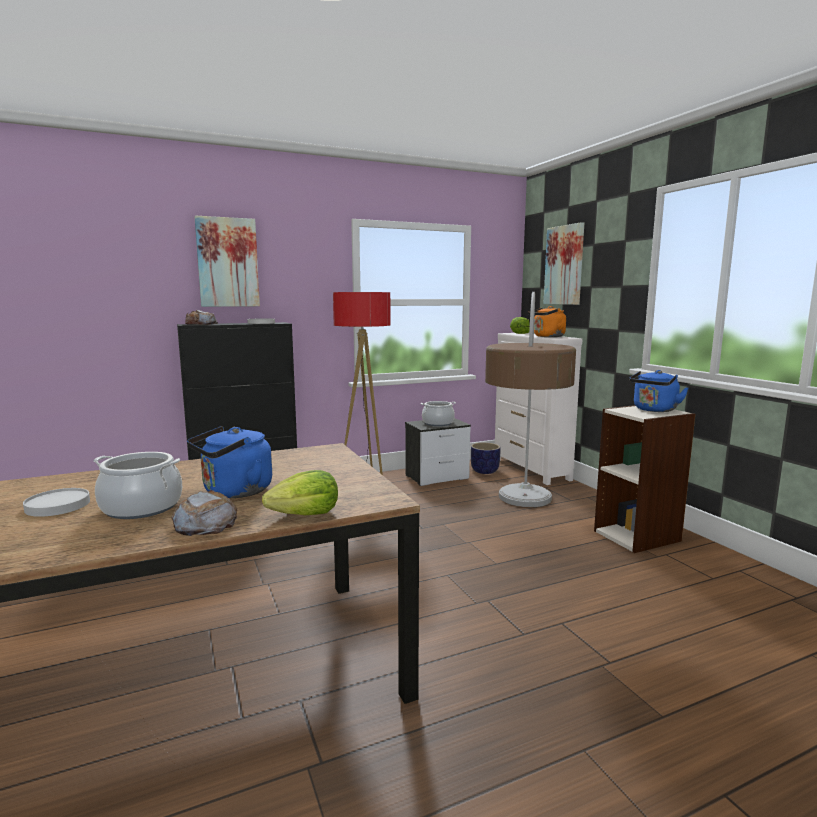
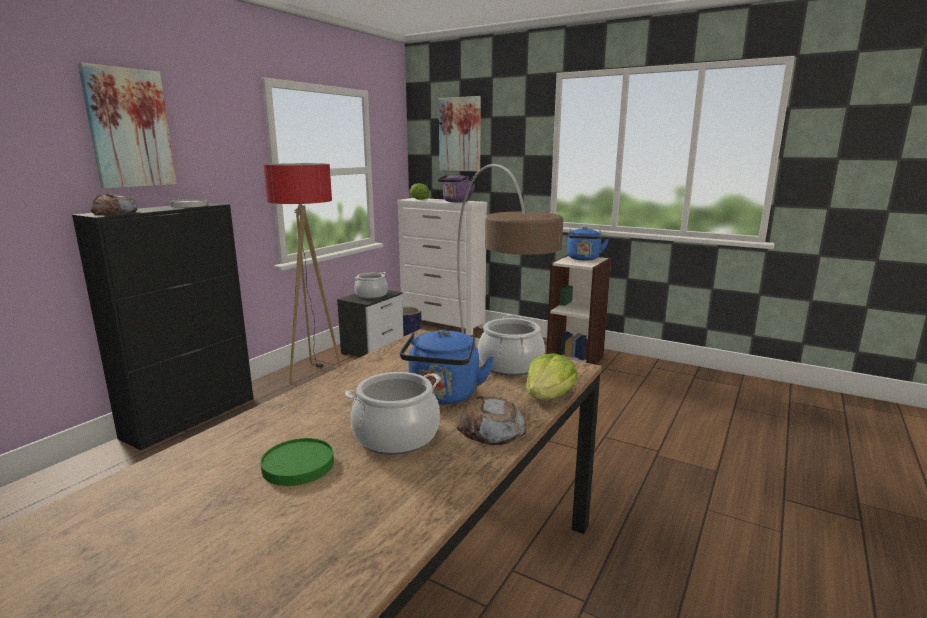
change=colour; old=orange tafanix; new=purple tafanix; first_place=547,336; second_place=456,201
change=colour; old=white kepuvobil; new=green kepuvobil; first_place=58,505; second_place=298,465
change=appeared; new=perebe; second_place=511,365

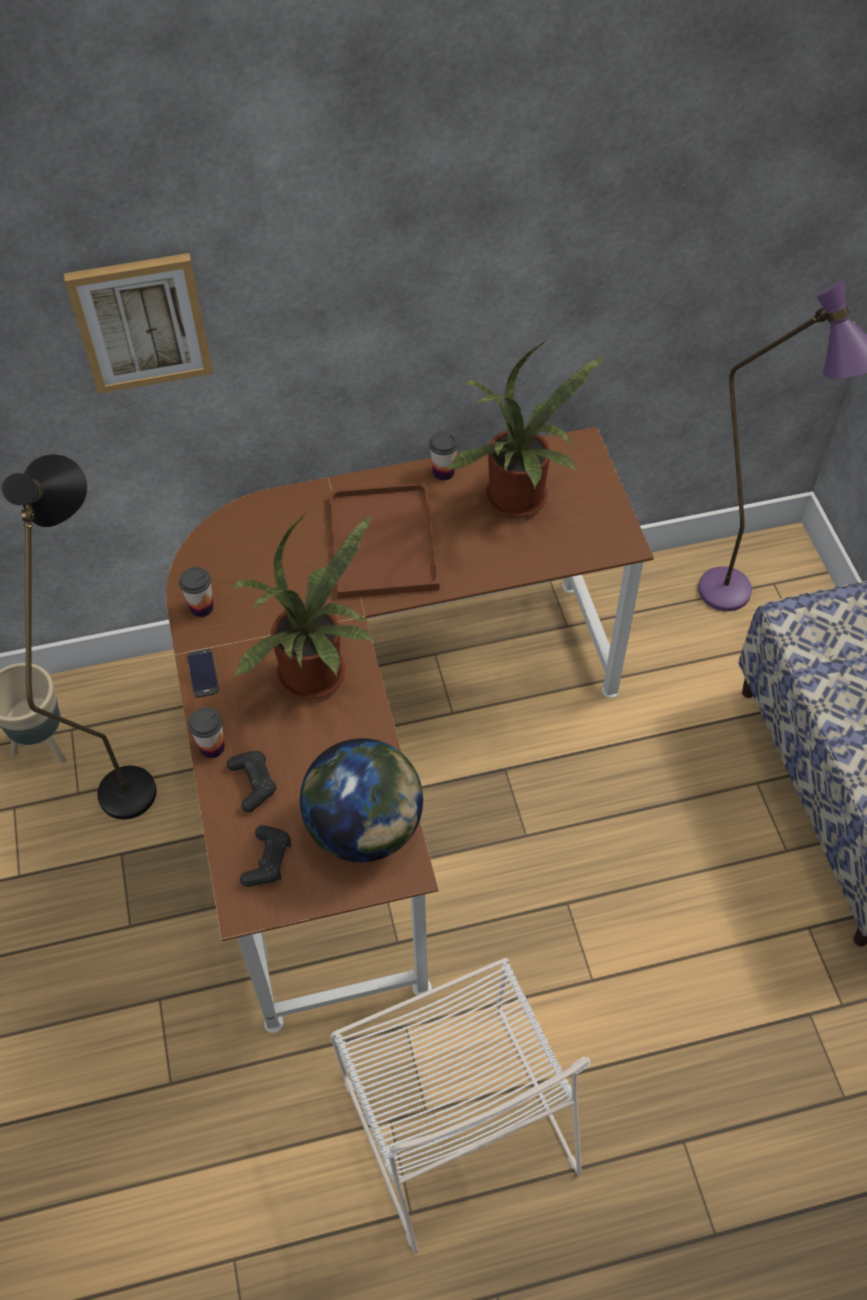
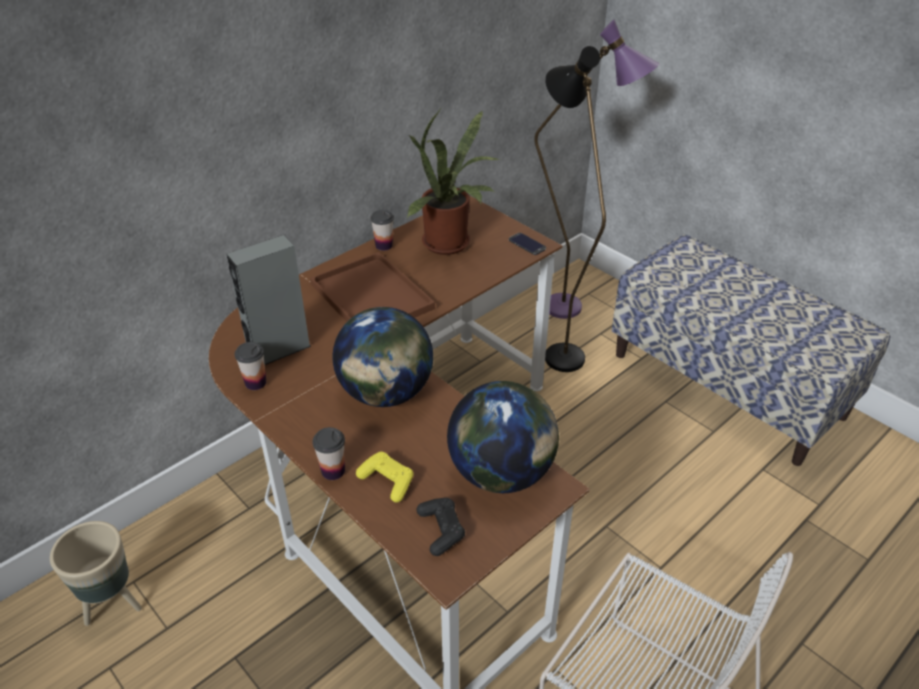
change=missing; old=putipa; first_place=141,322
change=relocated; old=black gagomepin; first_place=132,774; second_place=557,349
change=exchanged; old=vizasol; new=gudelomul; first_place=317,679; second_place=386,393
change=relocated; old=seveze; first_place=203,673; second_place=527,244
change=colour; old=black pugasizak; new=yellow pugasizak; first_place=253,783; second_place=387,481
change=appeared; new=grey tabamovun; second_place=279,350

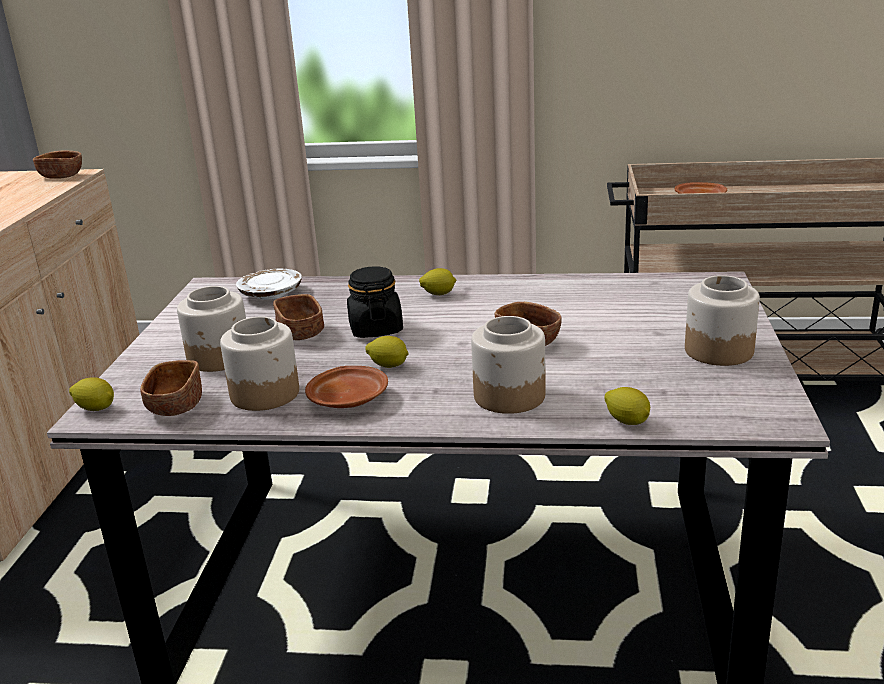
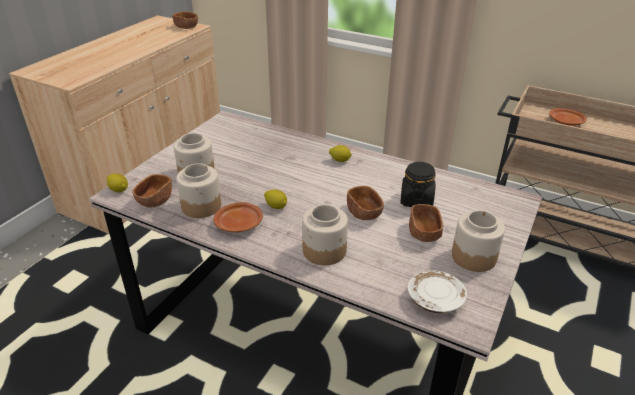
change=relocated; old=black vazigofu; first_place=375,329; second_place=416,200
change=relocated; old=white kepuvobil; first_place=270,294; second_place=435,299
change=relocated; old=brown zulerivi; first_place=300,333; second_place=424,233
change=missing; old=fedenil; first_place=627,421

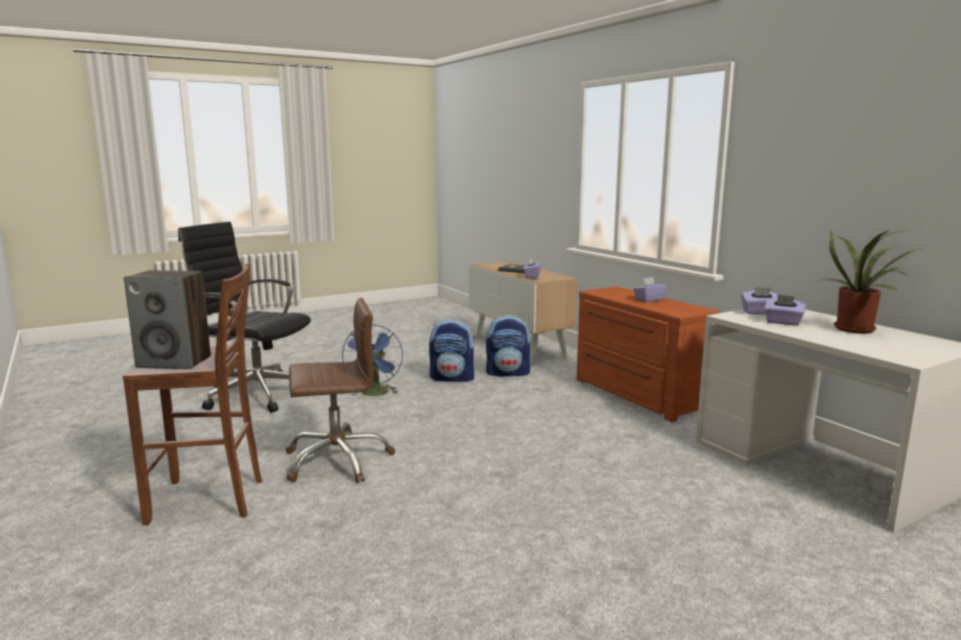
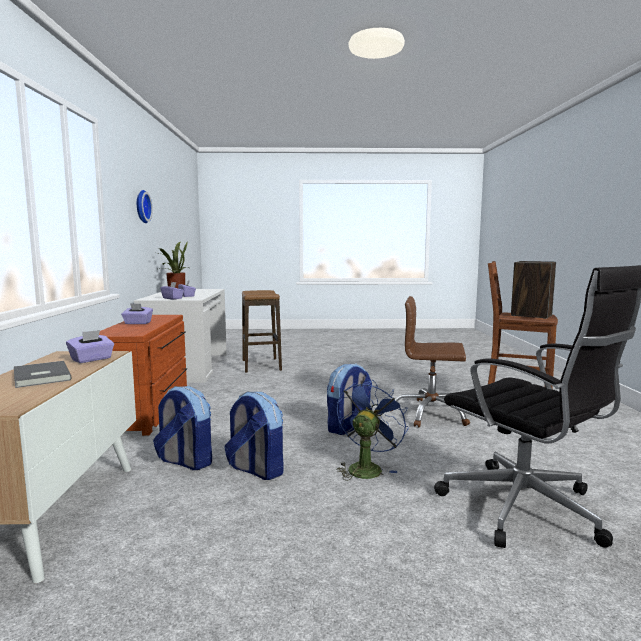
change=appeared; new=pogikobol; second_place=141,206
change=appeared; new=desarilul; second_place=261,365
change=appeared; new=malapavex; second_place=348,428

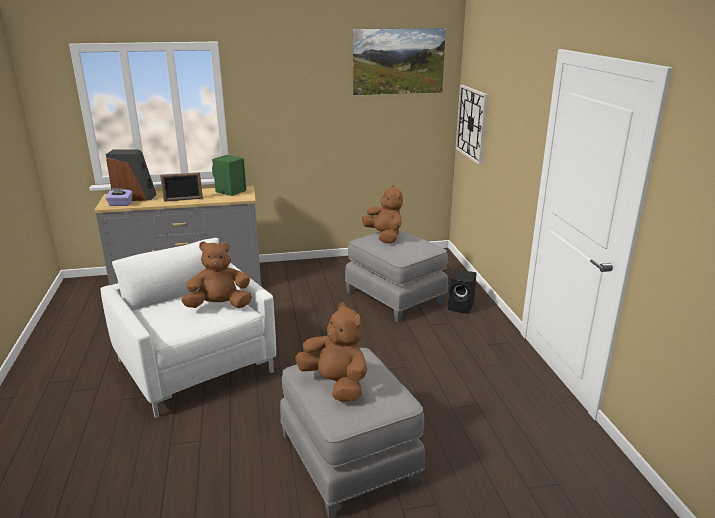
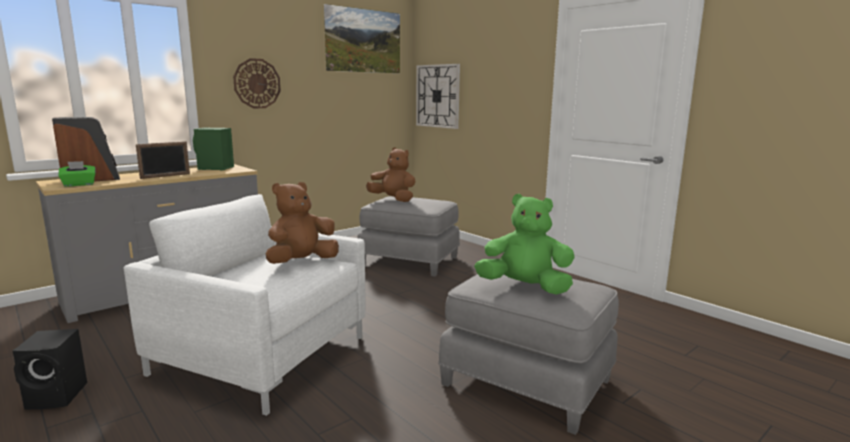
change=colour; old=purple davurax; new=green davurax; first_place=120,204; second_place=79,184
change=relocated; old=black tabamovun; first_place=462,307; second_place=59,396
change=colour; old=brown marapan; new=green marapan; first_place=336,384; second_place=525,287
change=appeared; new=pogikobol; second_place=257,83

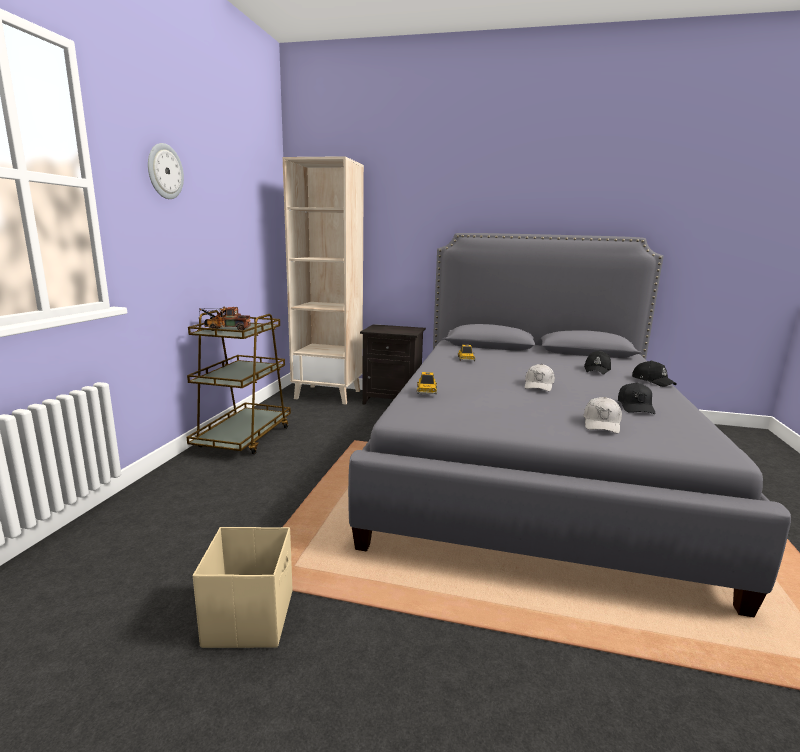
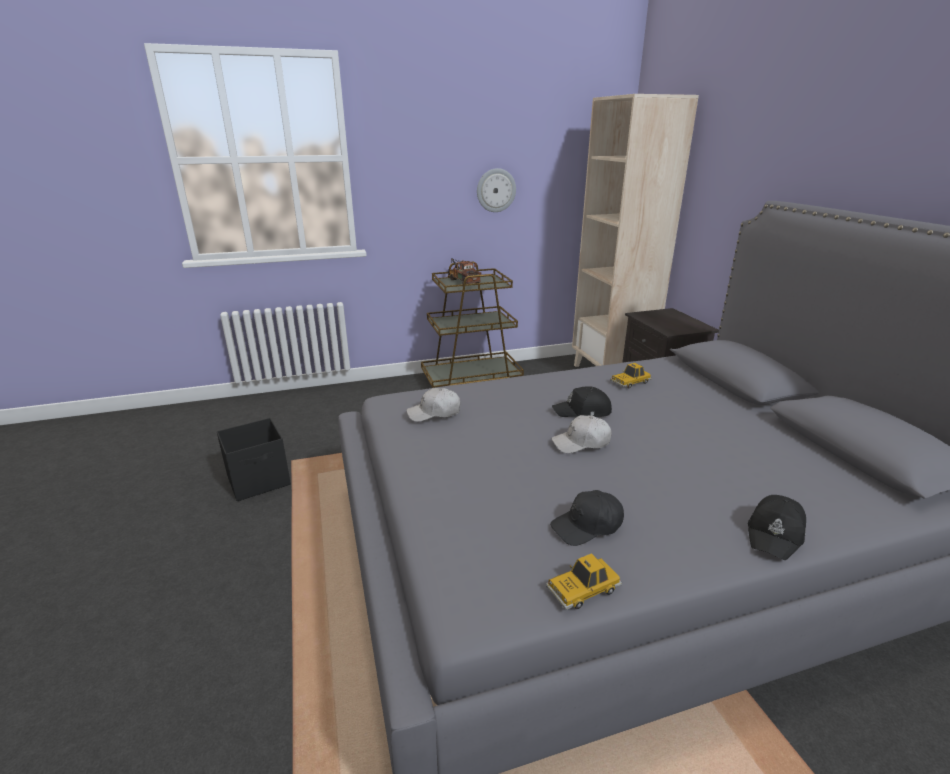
change=relocated; old=pogikobol; first_place=164,171; second_place=496,190
change=relocated; old=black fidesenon; first_place=597,369; second_place=583,411
change=relocated; old=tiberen; first_place=426,391; second_place=583,589
change=relocated; old=white fidesenon; first_place=602,424; second_place=434,413
change=colour; old=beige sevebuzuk; new=black sevebuzuk; first_place=251,617; second_place=260,481

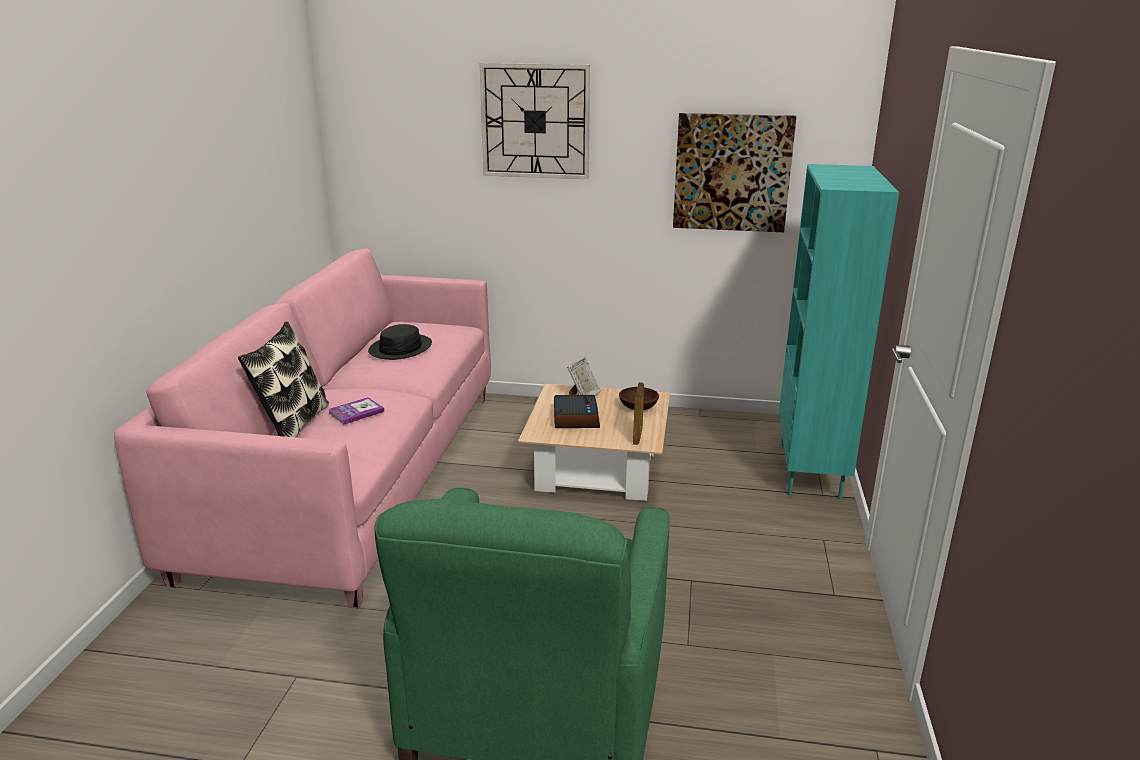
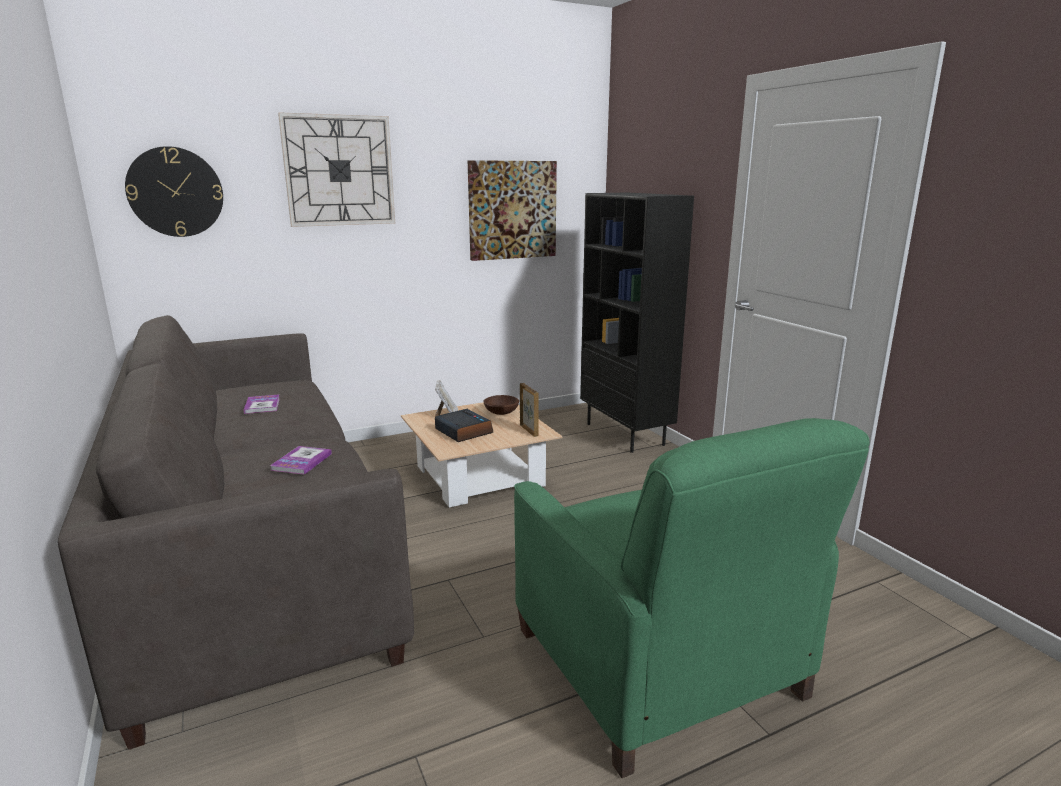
change=colour; old=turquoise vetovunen; new=black vetovunen; first_place=811,471; second_place=626,434
change=colour; old=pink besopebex; new=grey besopebex; first_place=356,475; second_place=253,551
change=missing; old=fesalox; first_place=292,425
change=exchanged; old=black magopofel; new=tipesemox; first_place=401,348; second_place=262,405
change=appeared; new=pogikobol; second_place=175,192

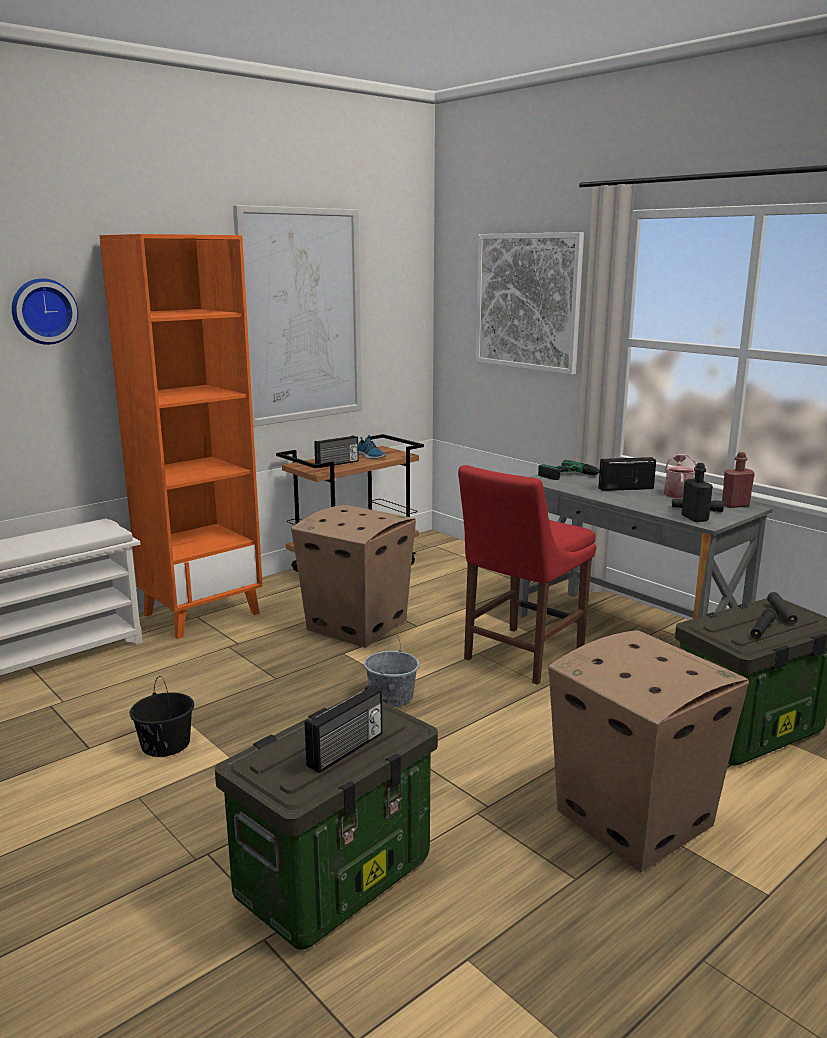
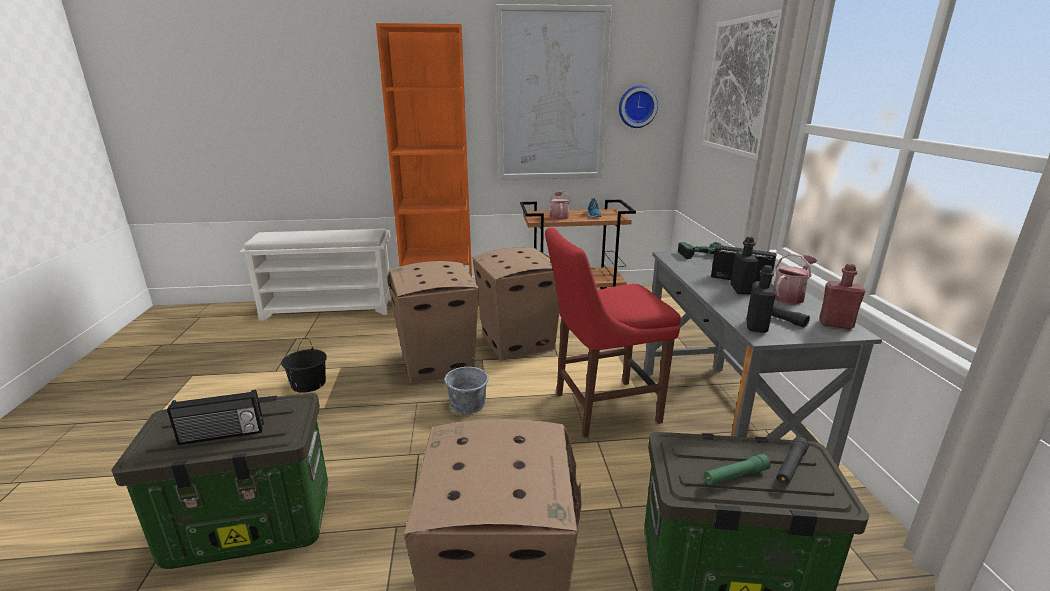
change=relocated; old=pogikobol; first_place=43,311; second_place=637,106
change=exchanged; old=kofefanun; new=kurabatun; first_place=337,464; second_place=559,216
change=colour; old=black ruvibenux; new=green ruvibenux; first_place=762,629; second_place=735,476
change=appeared; new=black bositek; second_place=741,290
change=appeared; new=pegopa; second_place=437,363

